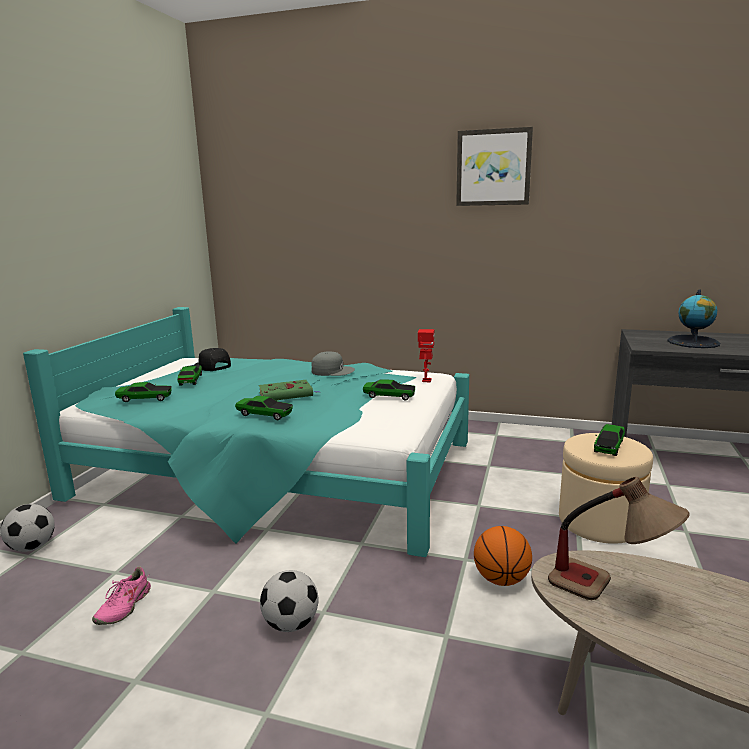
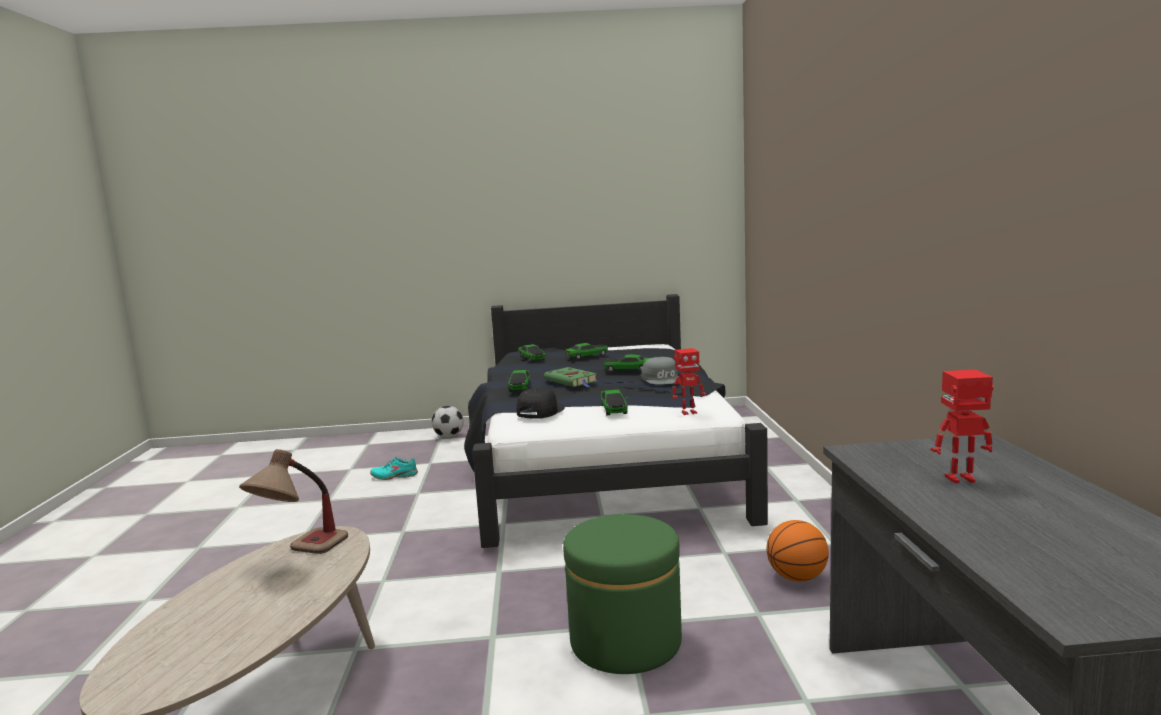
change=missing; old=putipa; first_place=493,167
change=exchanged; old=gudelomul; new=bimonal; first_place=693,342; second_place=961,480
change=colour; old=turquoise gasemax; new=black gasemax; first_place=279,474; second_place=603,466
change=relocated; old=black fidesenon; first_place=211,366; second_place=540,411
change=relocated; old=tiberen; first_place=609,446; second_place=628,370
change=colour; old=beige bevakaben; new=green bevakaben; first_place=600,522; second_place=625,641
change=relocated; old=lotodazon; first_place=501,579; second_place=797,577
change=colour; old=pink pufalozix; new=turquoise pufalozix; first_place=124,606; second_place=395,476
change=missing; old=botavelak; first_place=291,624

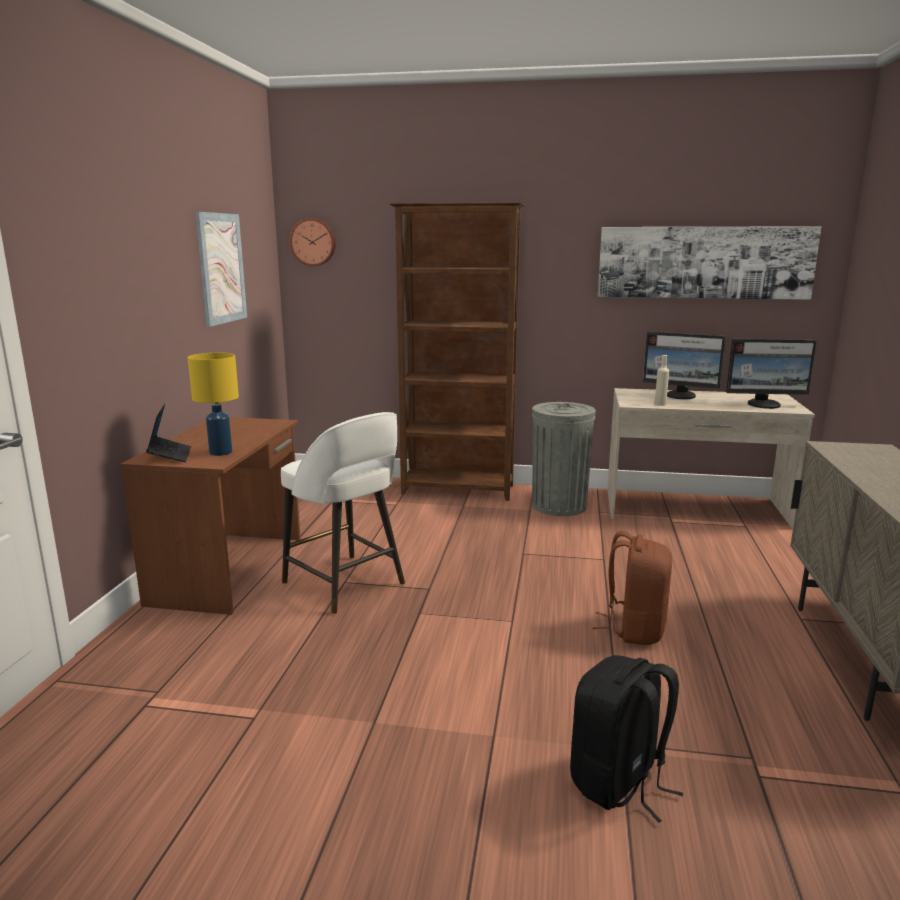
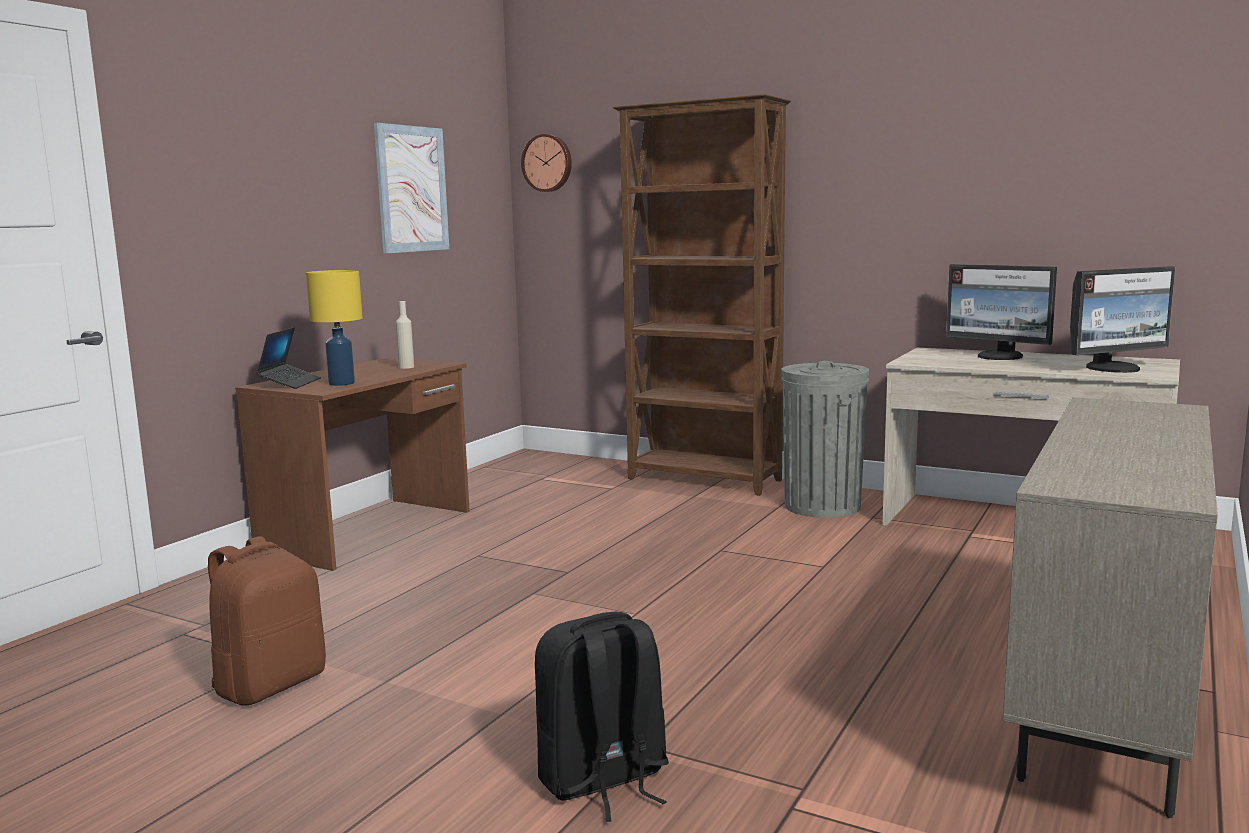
change=missing; old=putipa; first_place=704,262
change=spun; old=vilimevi; first_place=764,405; second_place=1115,368; degrees=-45
change=relocated; old=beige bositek; first_place=660,404; second_place=406,367
change=missing; old=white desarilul; first_place=345,584
change=relocated; old=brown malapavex; first_place=634,628; second_place=270,684

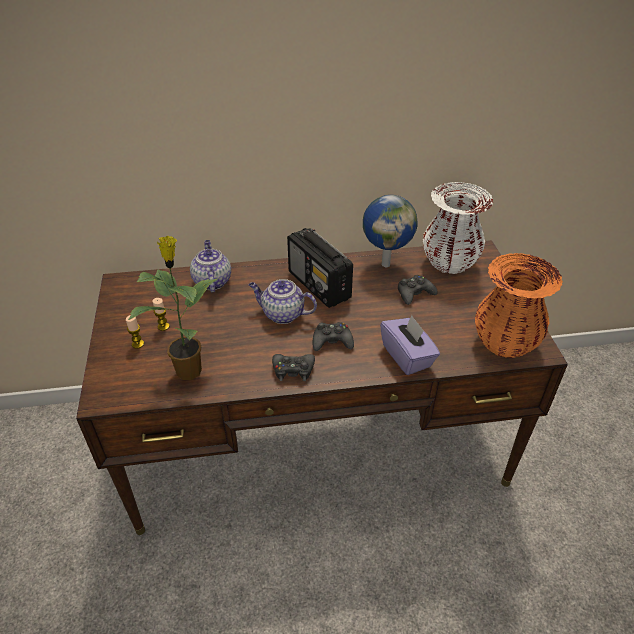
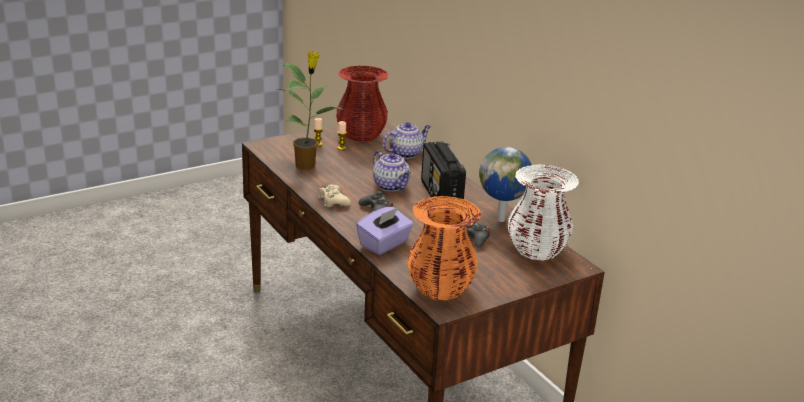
change=spun; old=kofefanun; first_place=319,286; second_place=441,195; degrees=-45
change=spun; old=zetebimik; first_place=282,314; second_place=391,186; degrees=150
change=colour; old=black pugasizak; new=beige pugasizak; first_place=293,370; second_place=333,201
change=appeared; new=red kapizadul; second_place=361,135

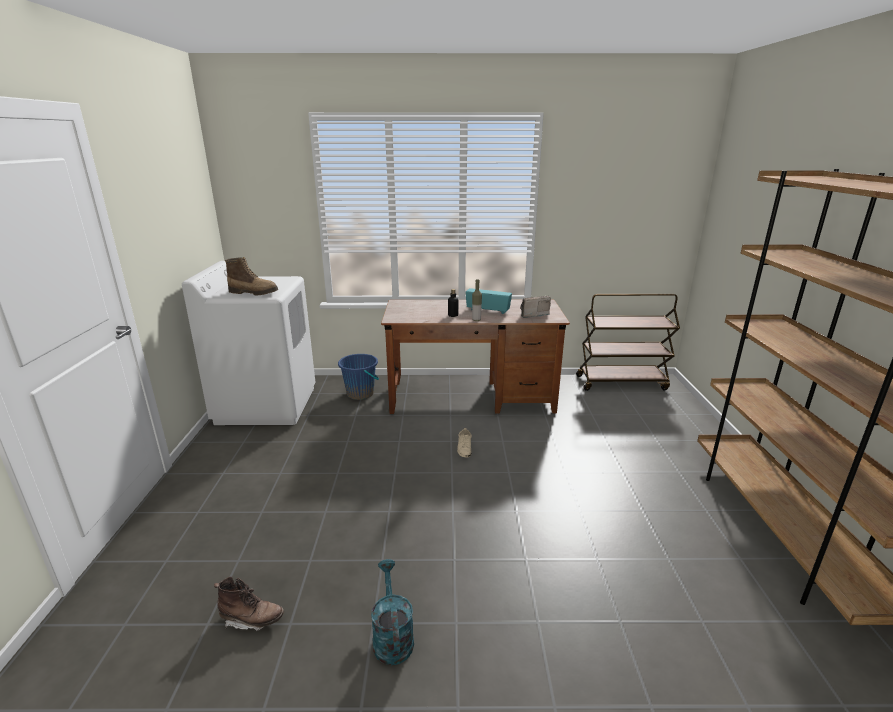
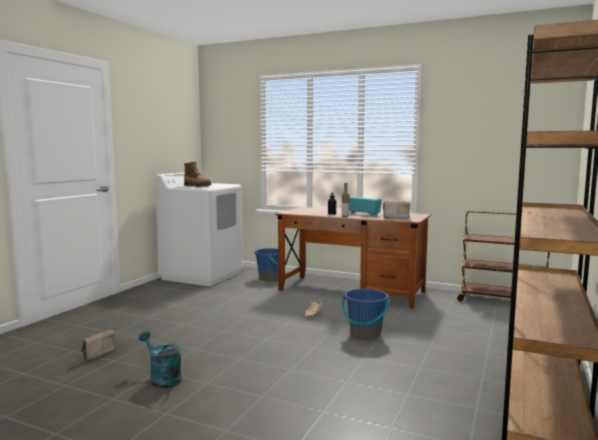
change=spun; old=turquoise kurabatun; first_place=392,636; second_place=162,378; degrees=-60
change=exchanged; old=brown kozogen; new=kofefanun; first_place=252,619; second_place=95,354
change=appeared; new=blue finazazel; second_place=365,333

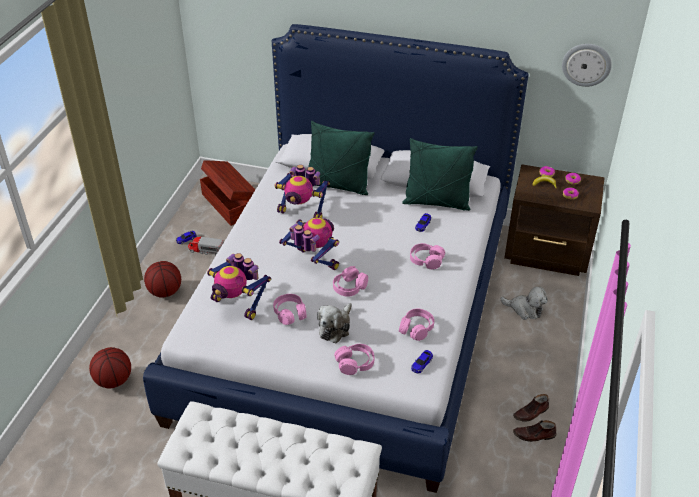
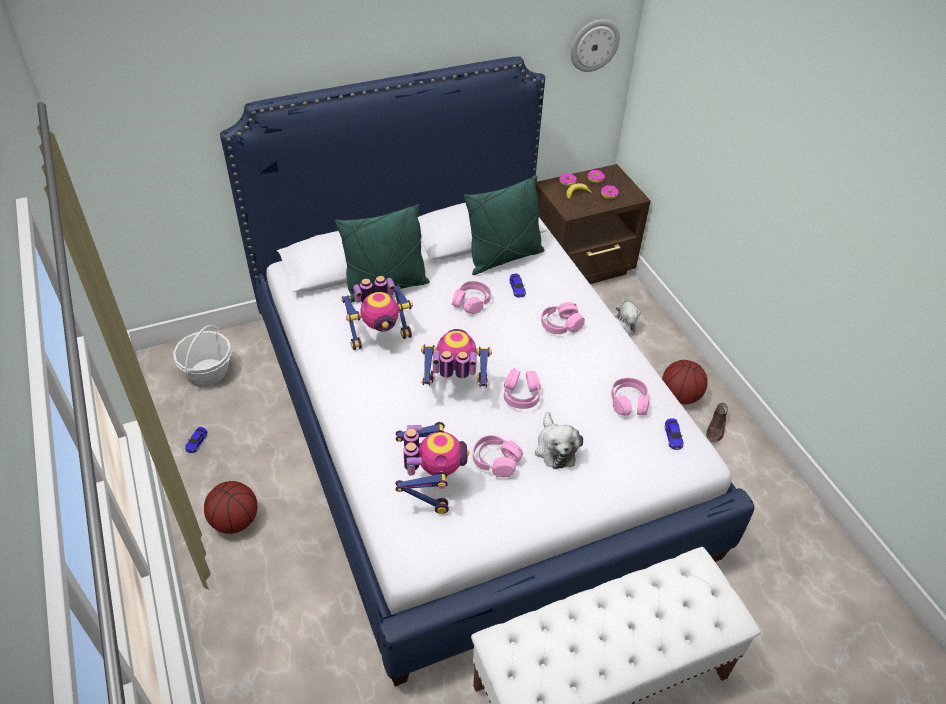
change=exchanged; old=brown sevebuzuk; new=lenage; first_place=229,204; second_place=208,372
change=missing; old=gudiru; first_place=206,250
change=spun; old=bimonal; first_place=238,304; second_place=430,484; degrees=-90
change=relocated; old=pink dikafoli; first_place=355,363; second_place=471,302
change=relocated; old=lotodazon; first_place=114,380; second_place=679,396
change=missing; old=brown pufalozix; first_place=534,435

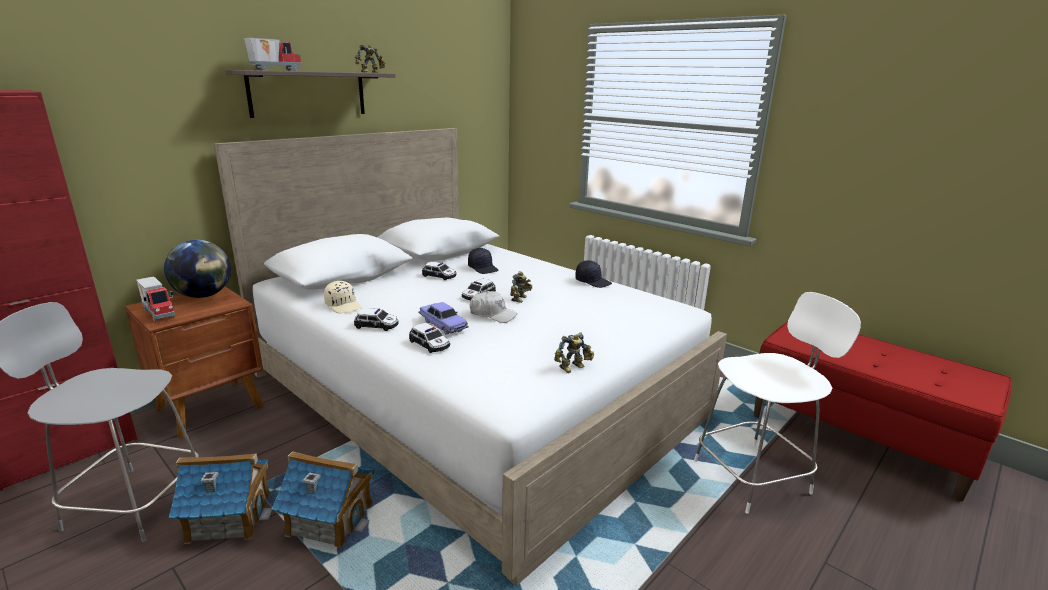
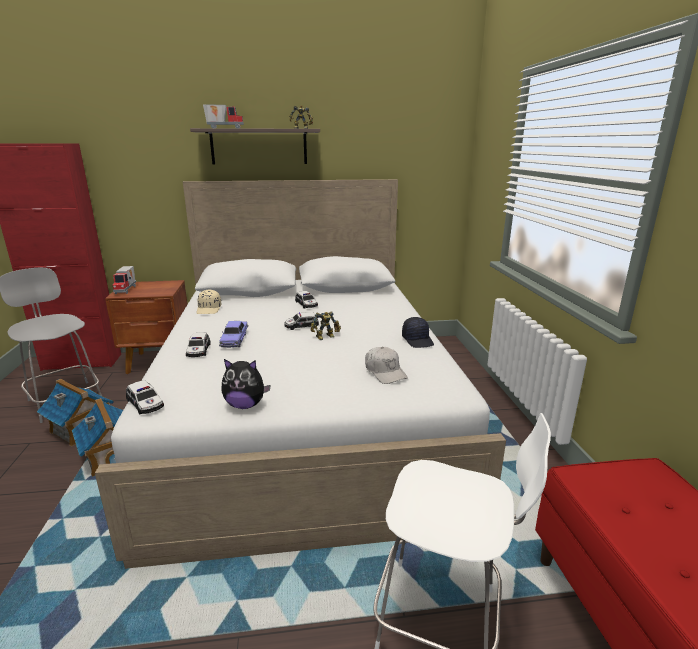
change=missing; old=gudelomul; first_place=204,295
change=missing; old=black fidesenon; first_place=483,268
change=relocated; old=white fidesenon; first_place=493,314; second_place=385,372
change=relocated; old=tiberen; first_place=377,325; second_place=145,404
change=exchanged; old=bimonal; new=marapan; first_place=573,368; second_place=245,405

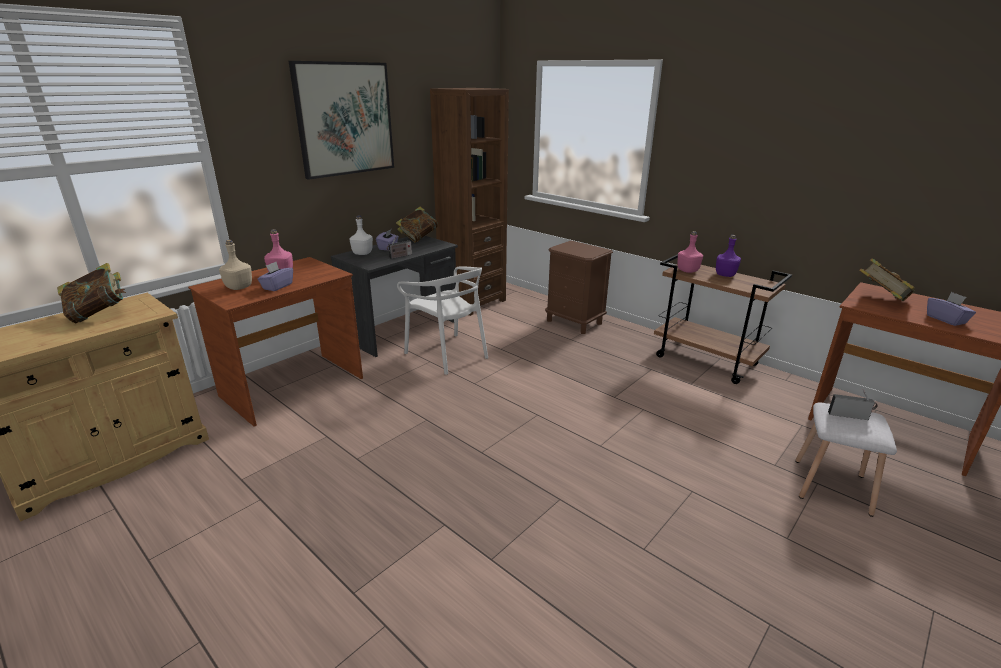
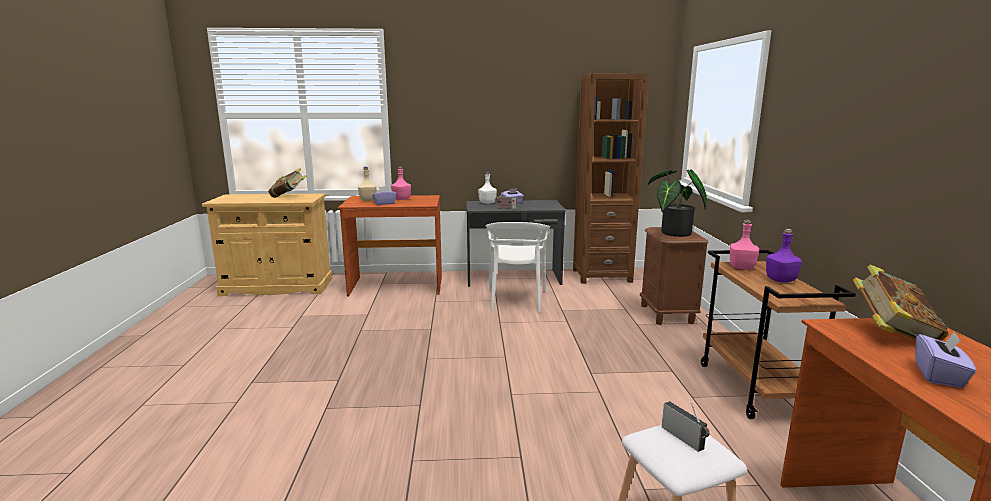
change=missing; old=putipa; first_place=345,119
change=missing; old=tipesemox; first_place=418,238
change=appeared; new=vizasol; second_place=672,233

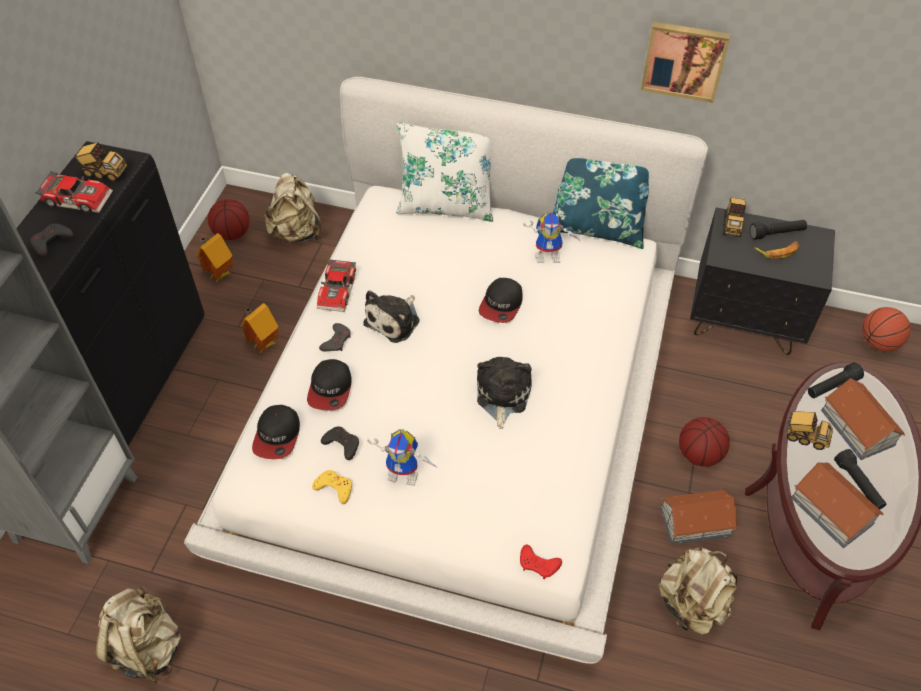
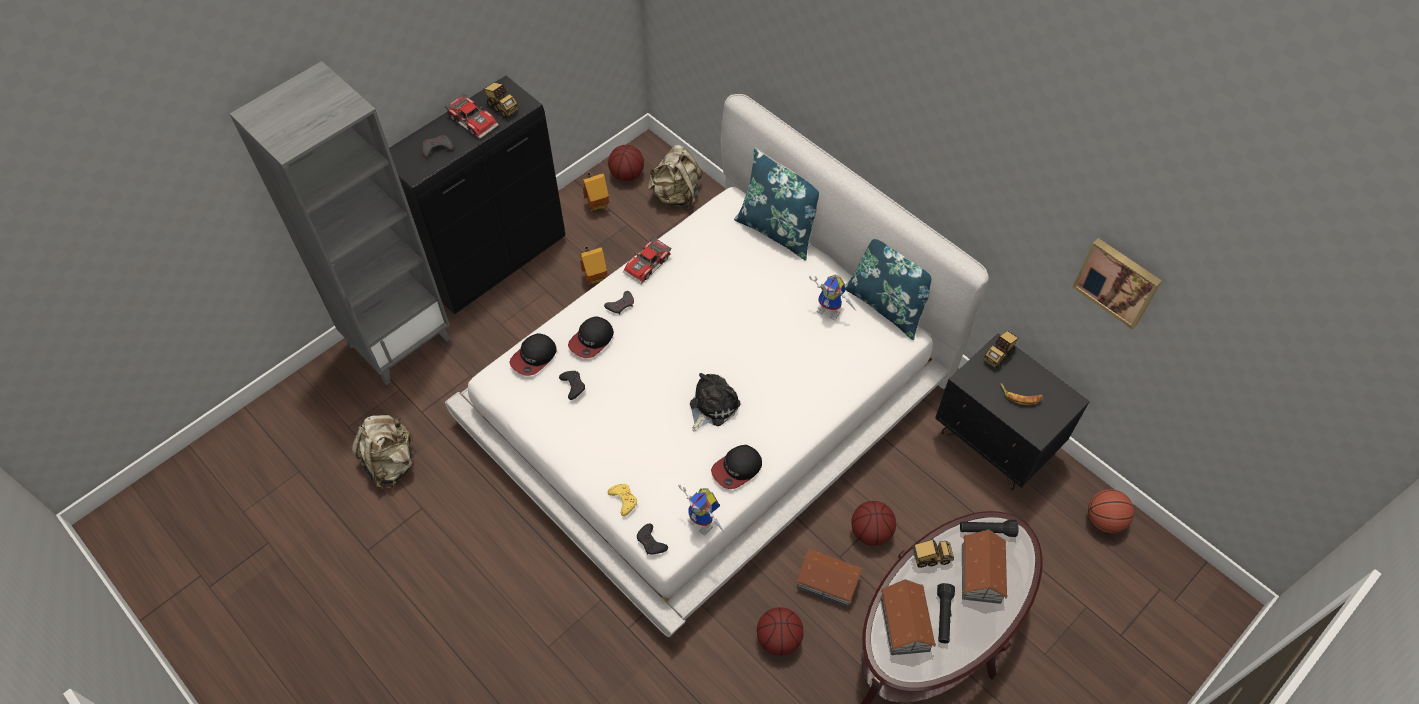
change=relocated; old=putipa; first_place=684,60; second_place=1118,281
change=colour; old=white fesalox; new=blue fesalox; first_place=446,206; second_place=778,230
change=missing; old=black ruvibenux; first_place=776,234
change=relocated; old=fidesenon; first_place=501,304; second_place=737,469
change=missing; old=marapan; first_place=394,320
change=spun; old=gudiru; first_place=804,437; second_place=930,558; degrees=-60
change=relocated; old=bimonal; first_place=406,473; second_place=704,522
change=relocated; old=yellow pugasizak; first_place=334,488; second_place=623,499
change=colour; old=red pugasizak; new=black pugasizak; first_place=538,564; second_place=651,542
change=exchanged; old=beige malapavex; new=lotodazon; first_place=691,604; second_place=779,639

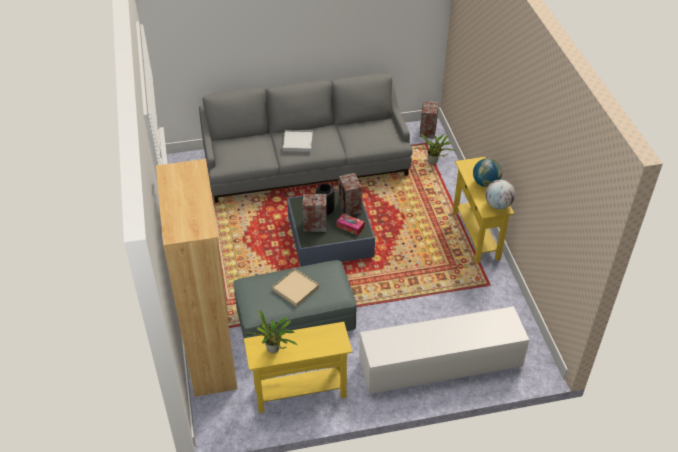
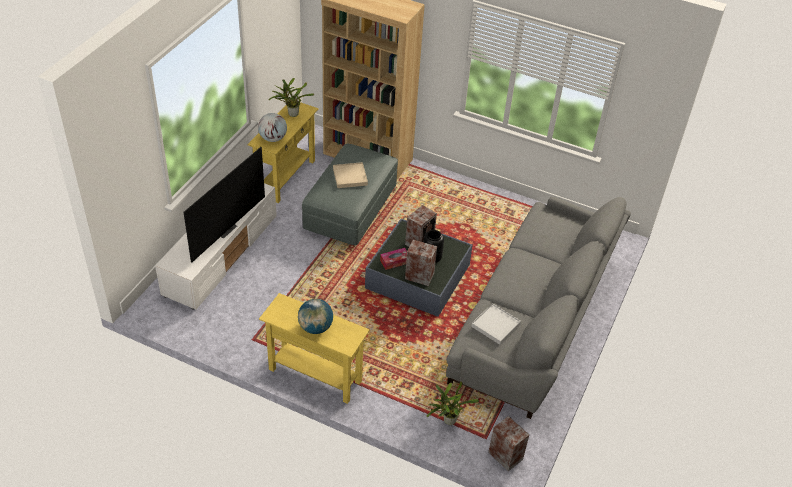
change=relocated; old=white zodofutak; first_place=298,142; second_place=495,325
change=relocated; old=gudelomul; first_place=498,205; second_place=273,138
change=appeared; new=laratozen; second_place=224,229

